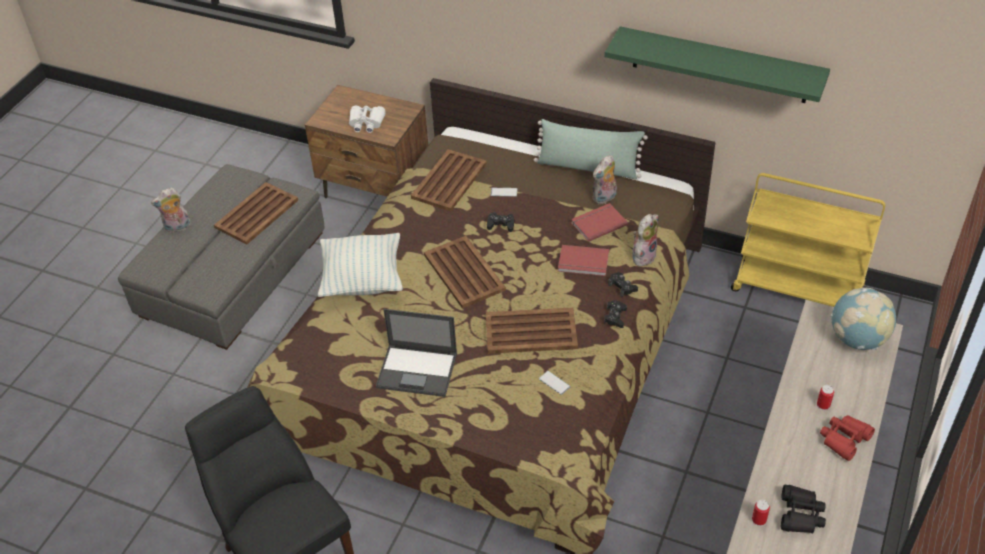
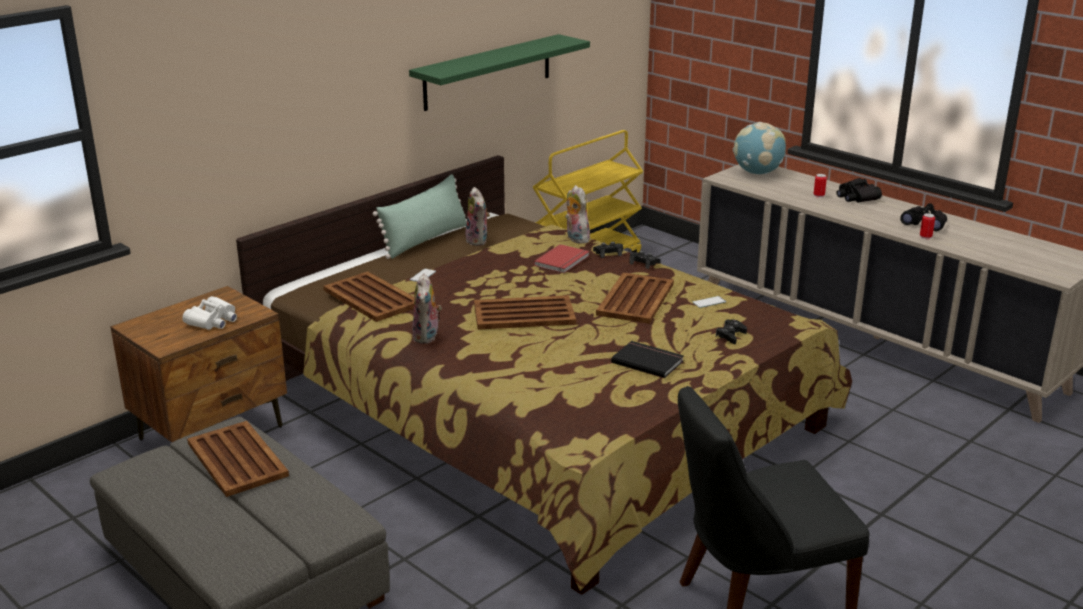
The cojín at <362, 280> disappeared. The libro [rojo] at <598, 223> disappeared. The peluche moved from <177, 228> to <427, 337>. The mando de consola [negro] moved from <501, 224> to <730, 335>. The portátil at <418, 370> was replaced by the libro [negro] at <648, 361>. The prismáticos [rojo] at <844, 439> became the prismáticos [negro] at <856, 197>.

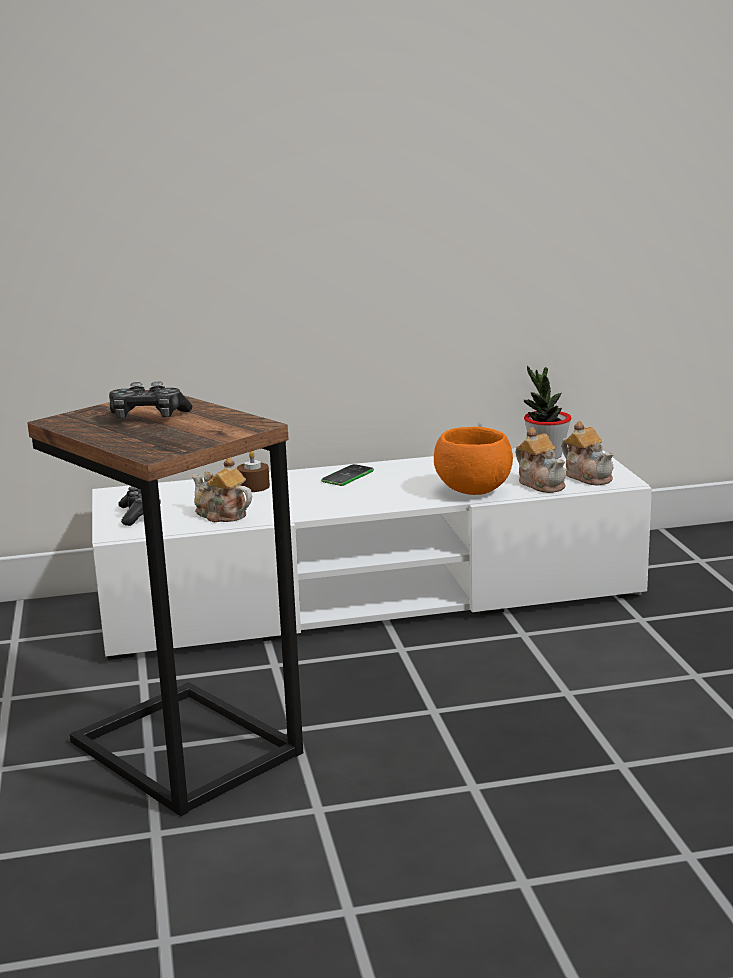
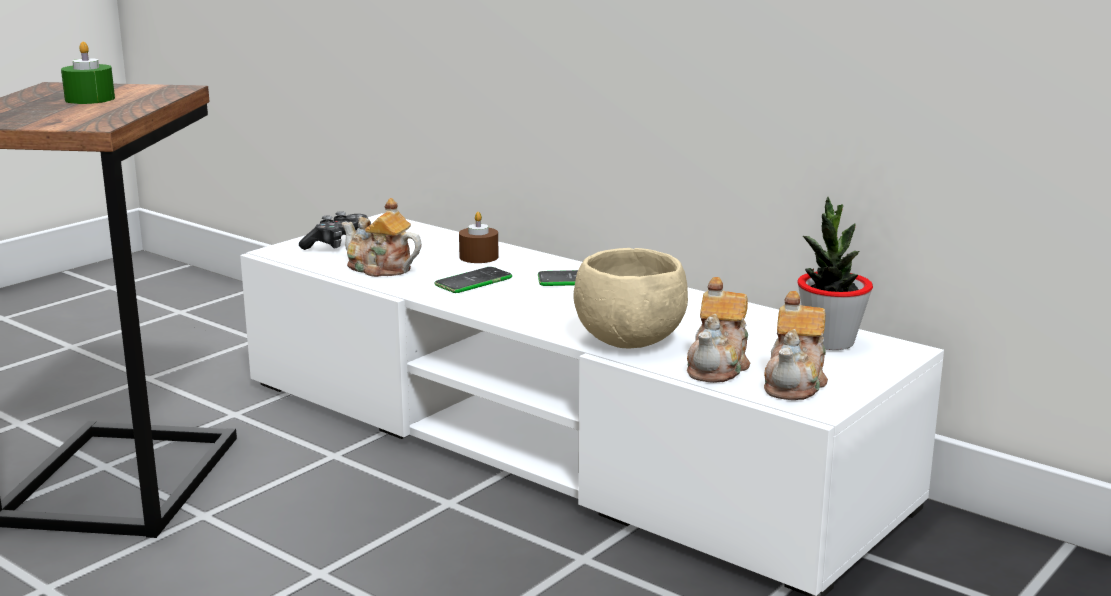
The móvil at <473, 281> appeared. The mando de consola at <148, 417> was replaced by the vela [verde] at <90, 99>. The cuenco [naranja] at <474, 491> became the cuenco [beis] at <630, 342>. The tetera at <221, 515> turned 60 degrees counterclockwise.

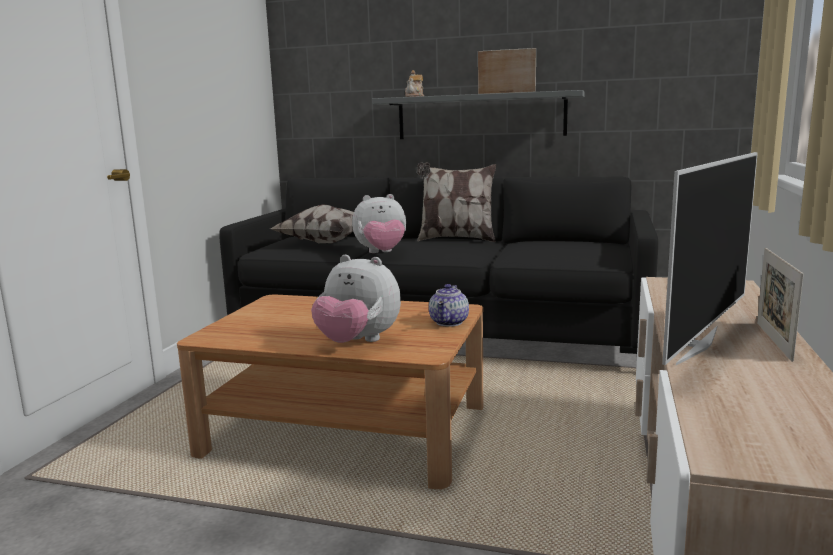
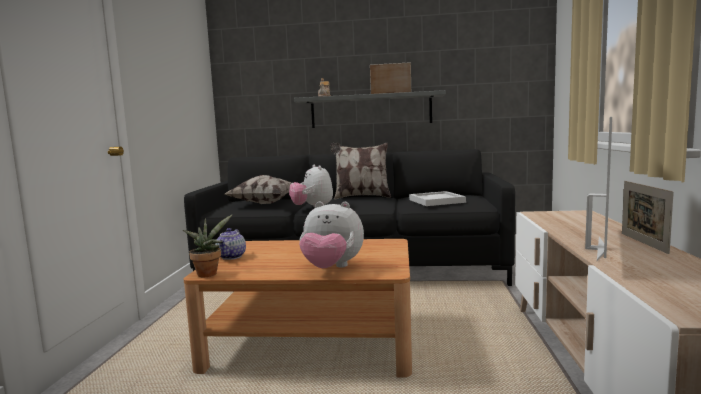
The planta en maceta at <208, 273> appeared. The bandeja [blanco] at <437, 201> appeared. The tetera moved from <450, 322> to <232, 257>. The peluche at <381, 253> turned 90 degrees clockwise.

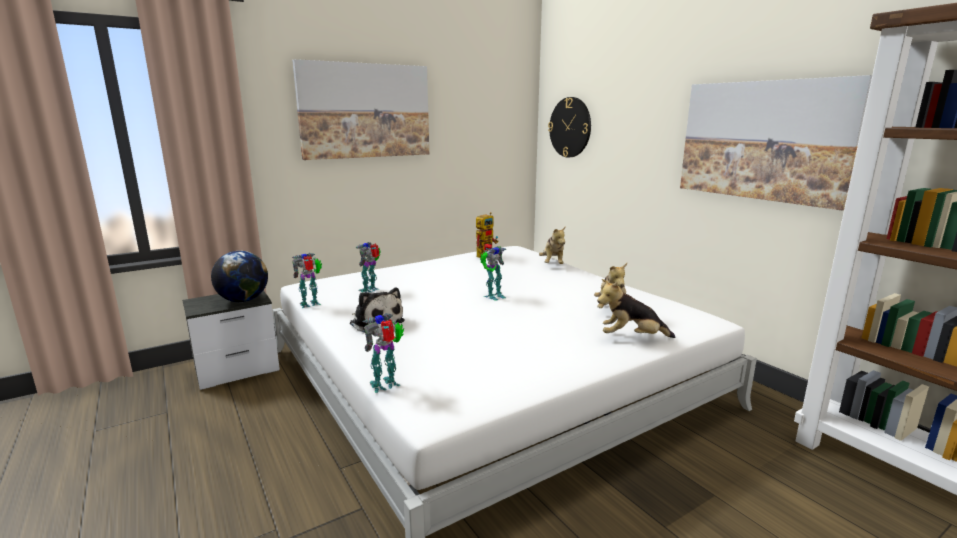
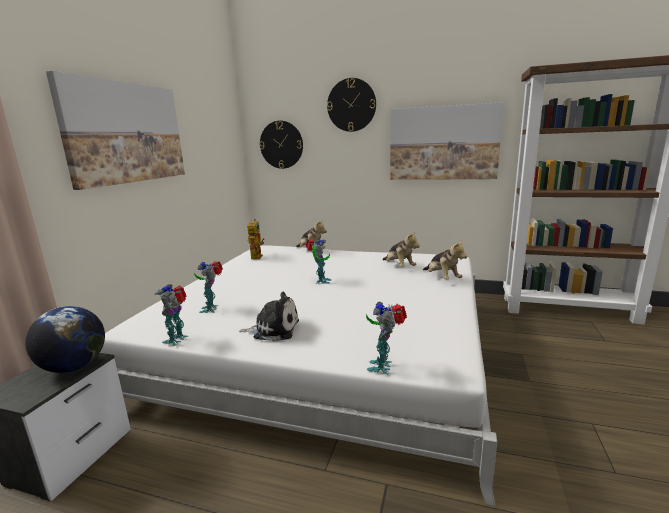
The reloj de pared at <351, 105> appeared. The peluche at <631, 337> turned 75 degrees counterclockwise.

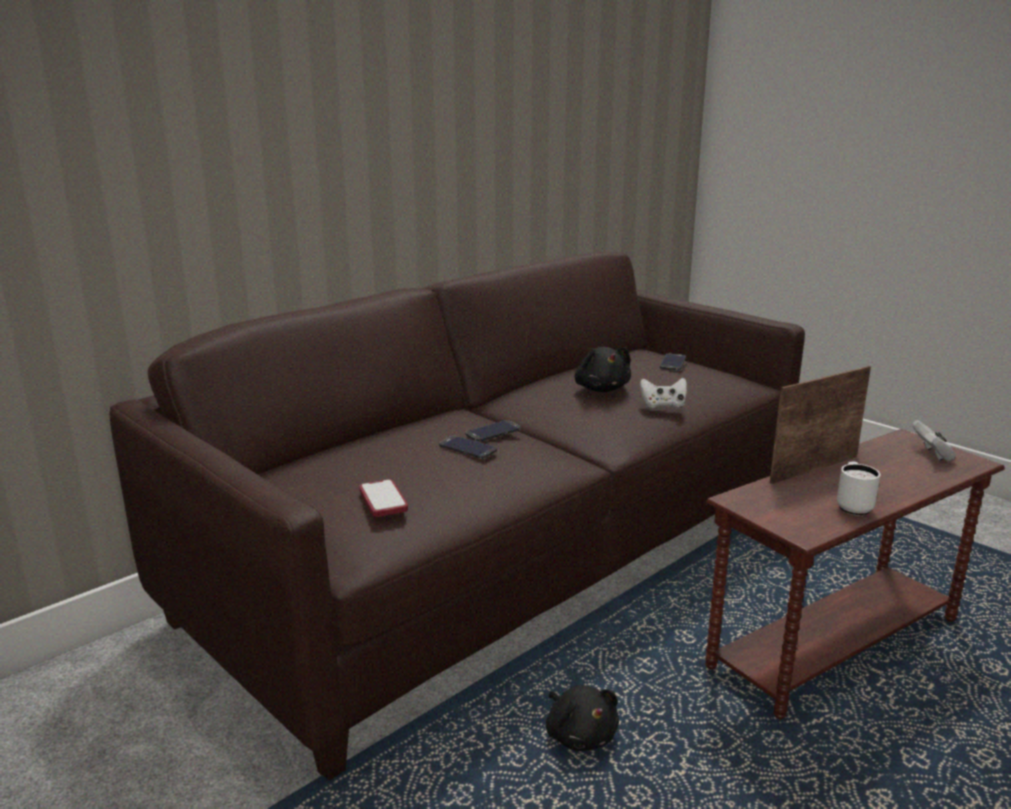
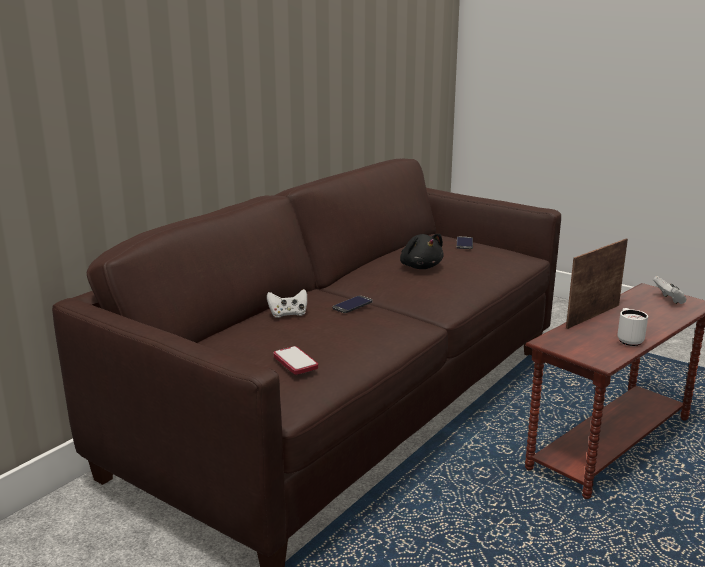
The móvil at <467, 448> disappeared. The peluche [negro] at <580, 735> disappeared. The mando de consola [blanco] moved from <663, 405> to <288, 314>.

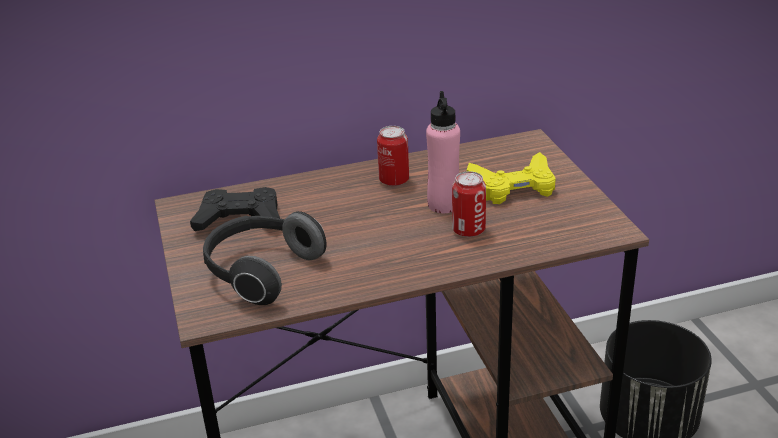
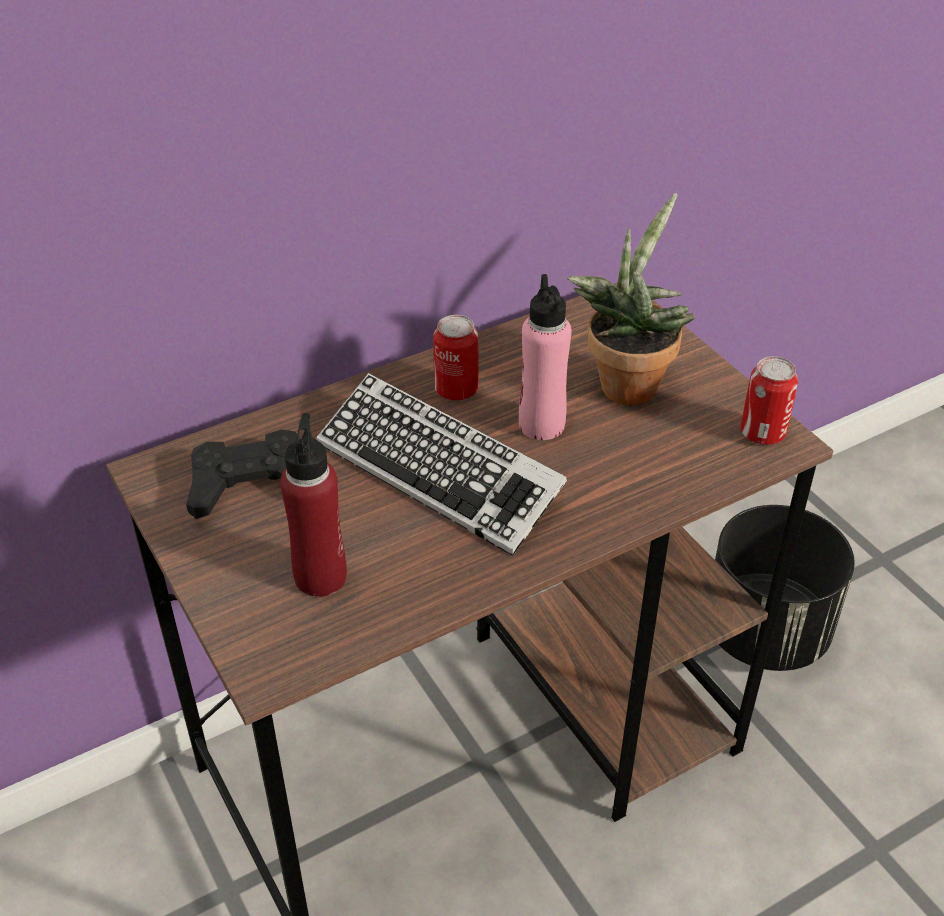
The teclado at <438, 473> appeared. The lata moved from <468, 230> to <762, 433>. The auriculares at <261, 272> was replaced by the botella [rojo] at <320, 577>. The mando de consola [amarillo] at <513, 186> was replaced by the planta en maceta at <626, 382>.

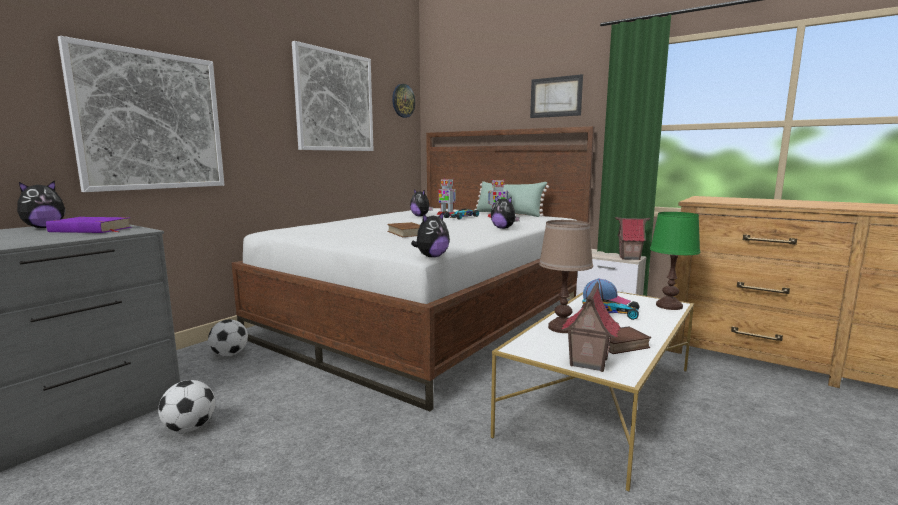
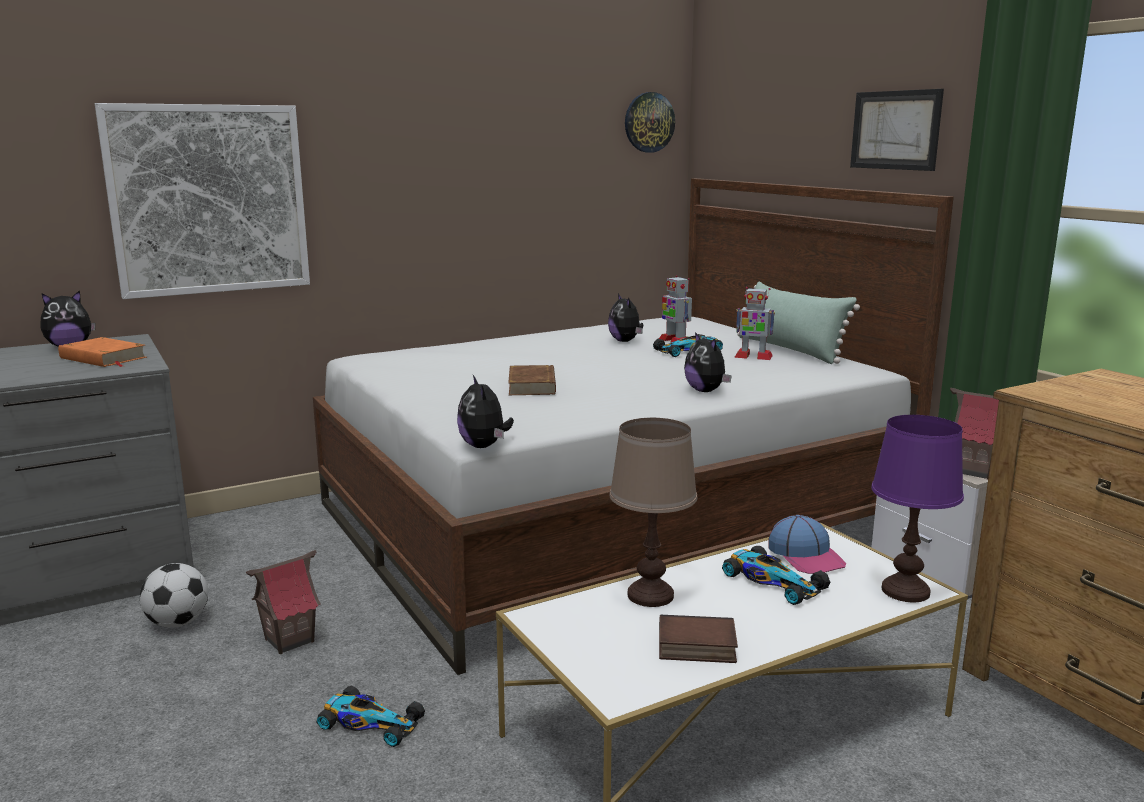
The balón de fútbol at <230, 354> disappeared. The cuadro at <335, 101> disappeared. The coche de juguete at <369, 722> appeared. The casita moved from <588, 362> to <289, 640>. The libro [morado] at <91, 230> became the libro [naranja] at <103, 358>. The lámpara de mesa [verde] at <669, 306> became the lámpara de mesa [morado] at <906, 591>. The peluche at <431, 256> turned 90 degrees clockwise.

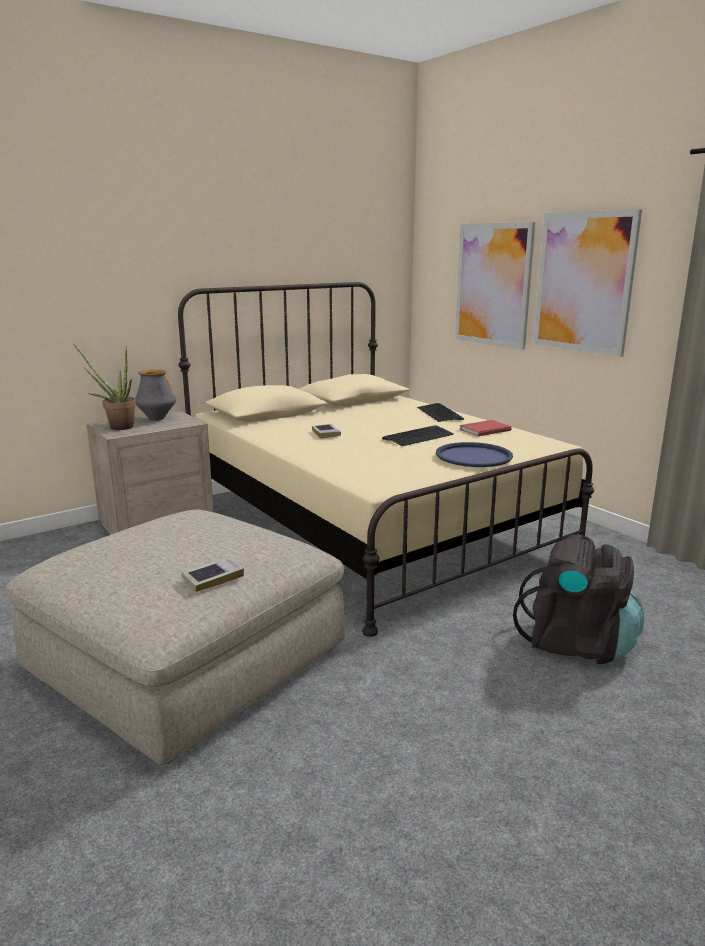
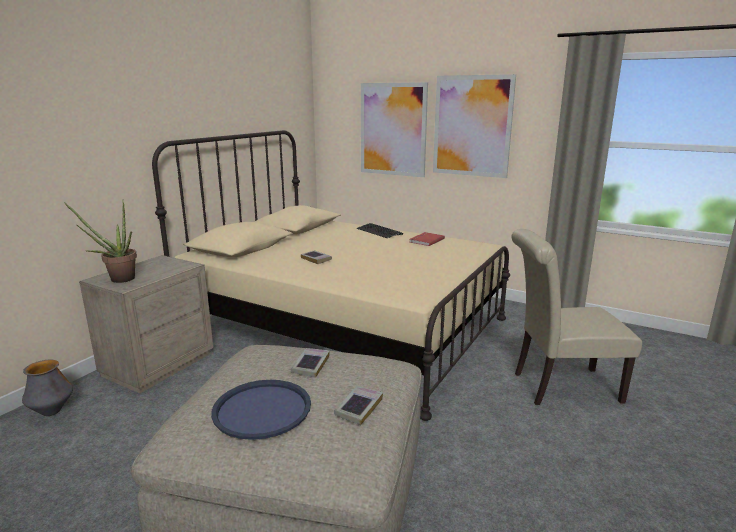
The teclado at <418, 437> disappeared. The libro at <310, 365> appeared. The florero moved from <157, 419> to <52, 411>. The bandeja [azul] moved from <473, 456> to <262, 409>. The mochila [negro] at <576, 643> was replaced by the silla [beis] at <559, 387>.

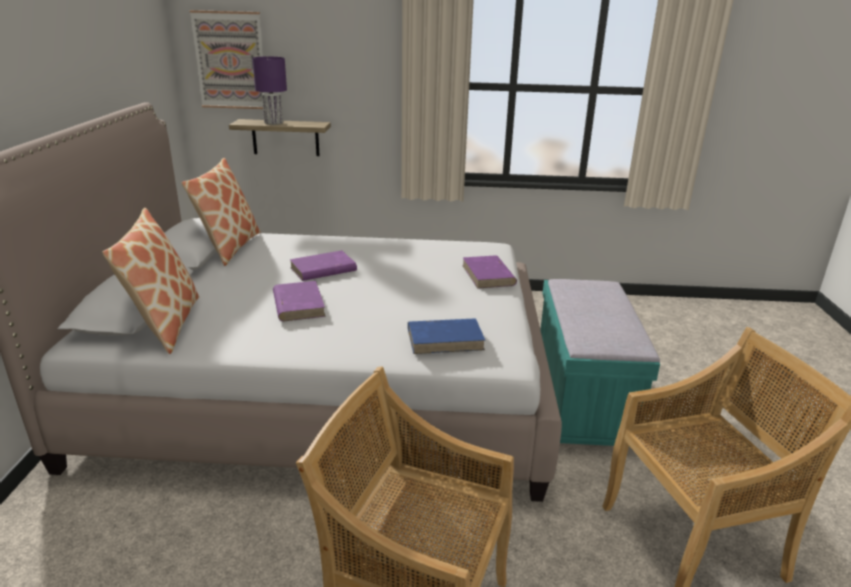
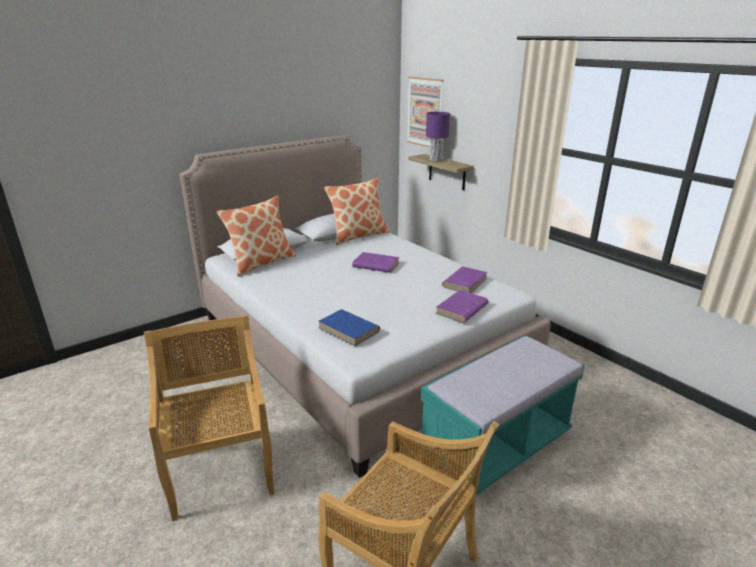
The libro [morado] moved from <298, 304> to <465, 282>.

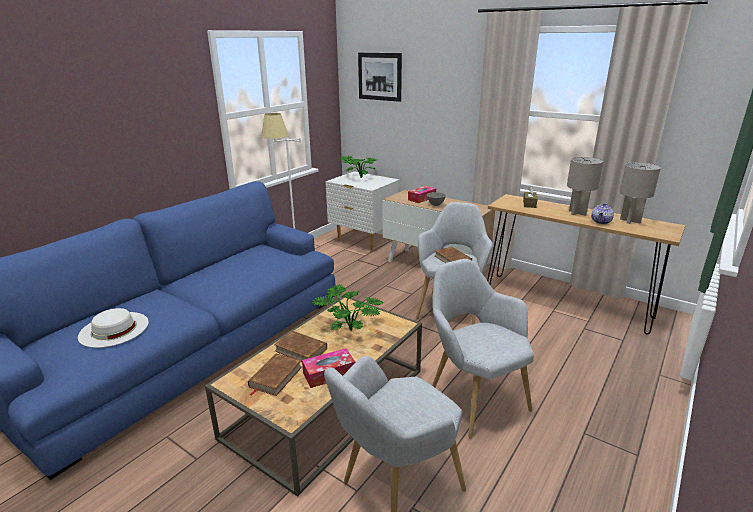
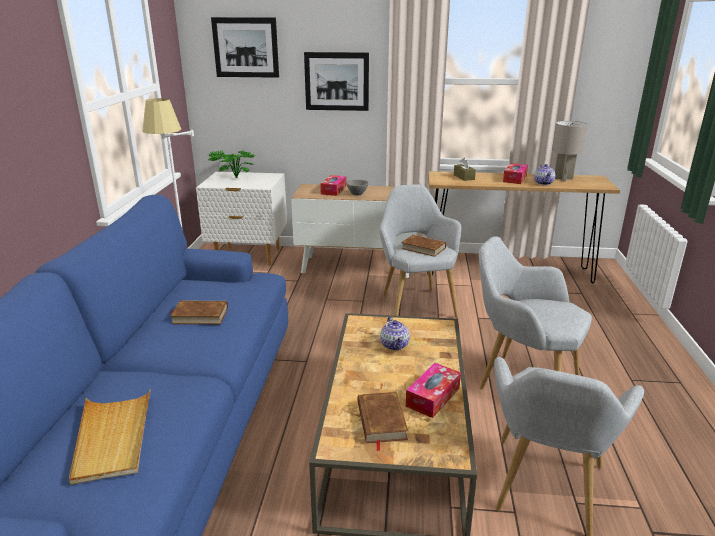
The cuadro at <336, 81> appeared. The libro [marrón] moved from <301, 349> to <200, 315>. The sombrero [blanco] at <114, 329> was replaced by the bandeja [beis] at <113, 438>. The planta en maceta at <349, 328> was replaced by the tetera at <394, 345>. The lámpara de mesa [gris] at <577, 213> was replaced by the caja de pañuelos at <514, 179>.

